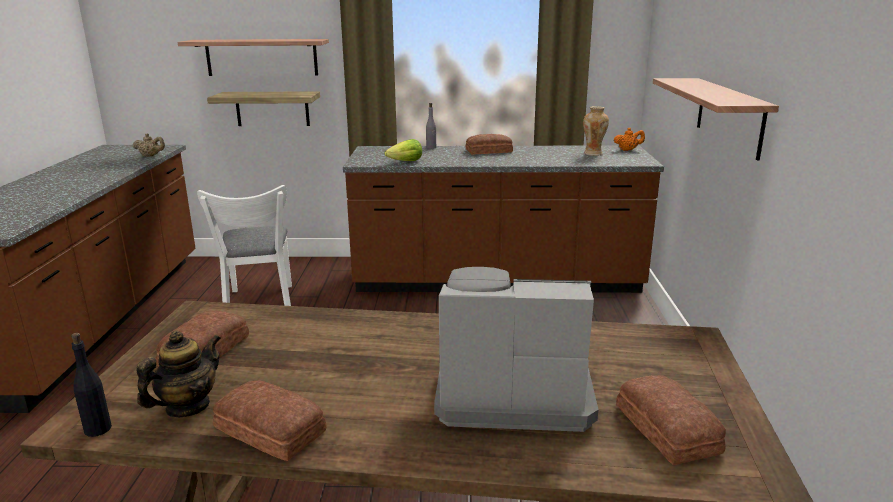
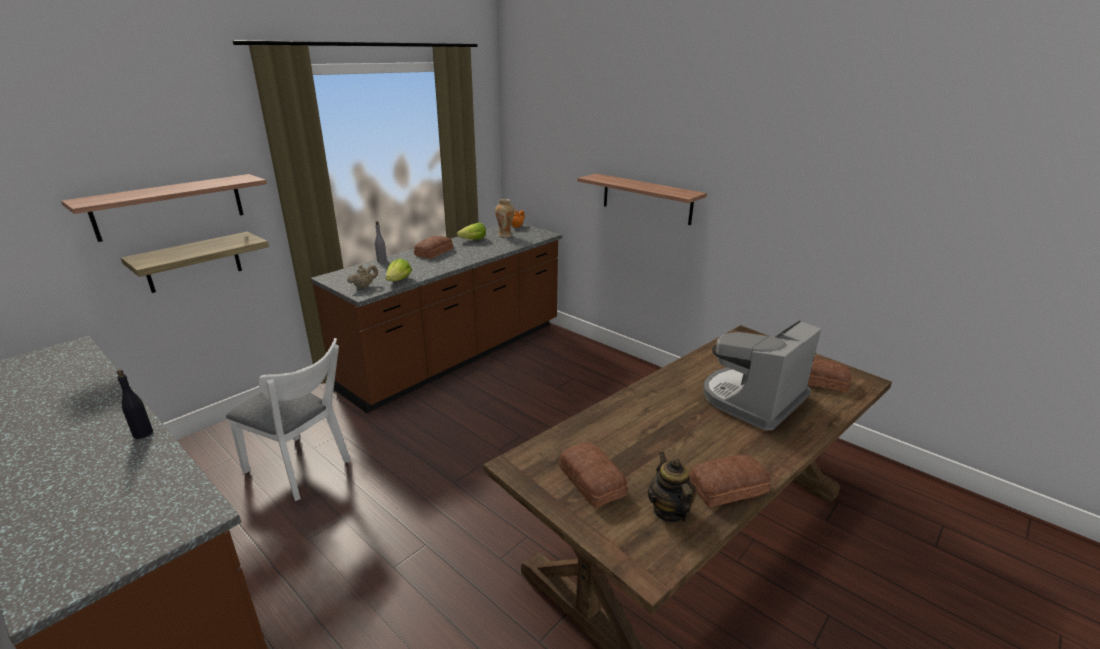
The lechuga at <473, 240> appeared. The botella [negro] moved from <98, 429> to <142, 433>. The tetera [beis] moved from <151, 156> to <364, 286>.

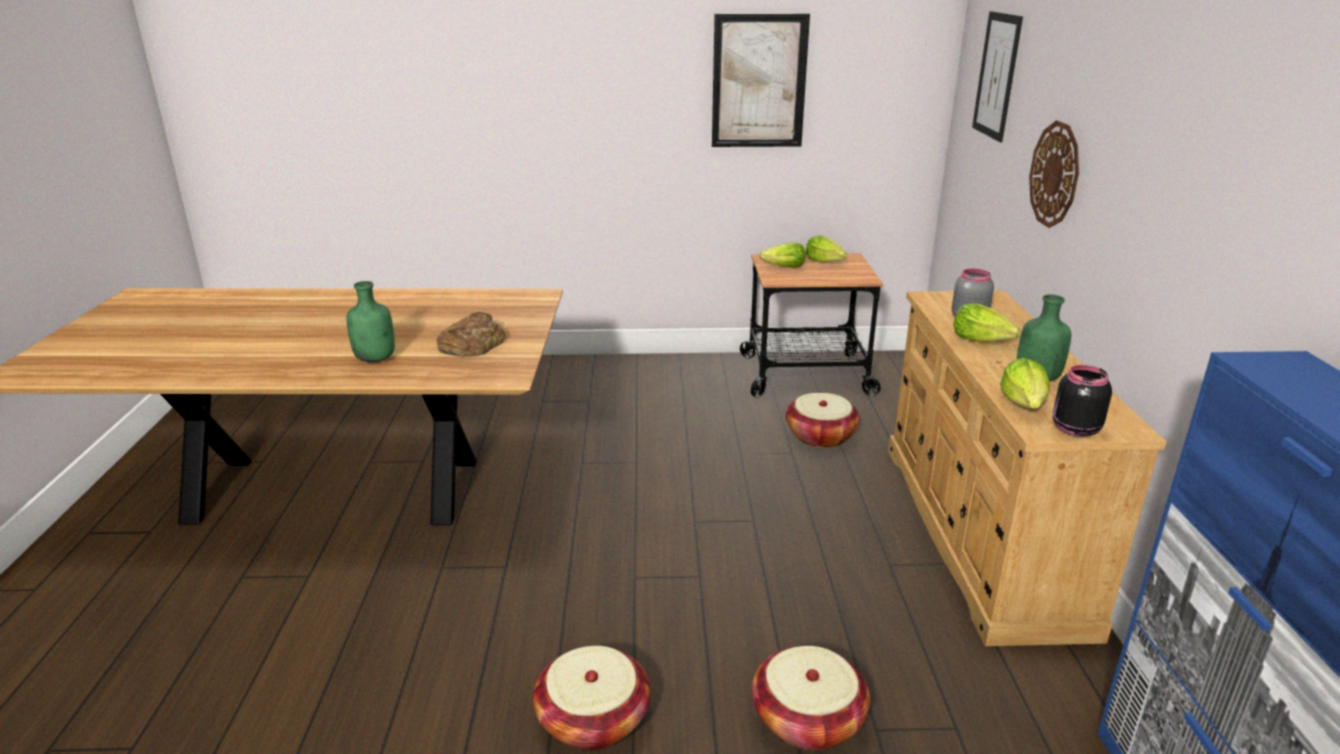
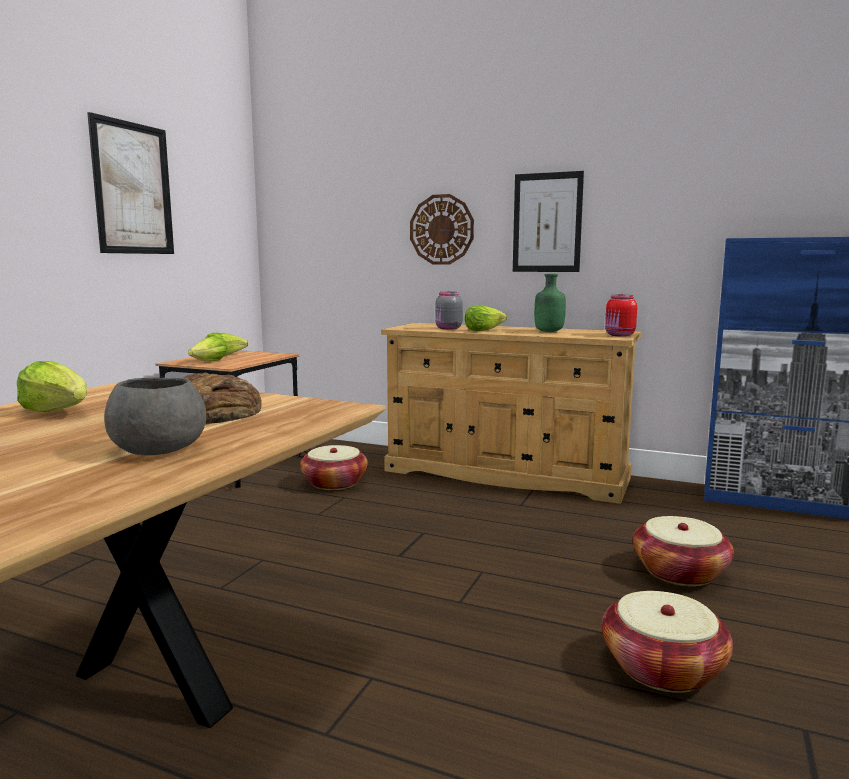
The cuadro moved from <997, 76> to <547, 223>. The lechuga moved from <1024, 403> to <58, 412>. The botella [verde] at <376, 358> was replaced by the cuenco [gris] at <157, 449>. The tarro [negro] at <1073, 429> became the tarro [rojo] at <619, 335>.

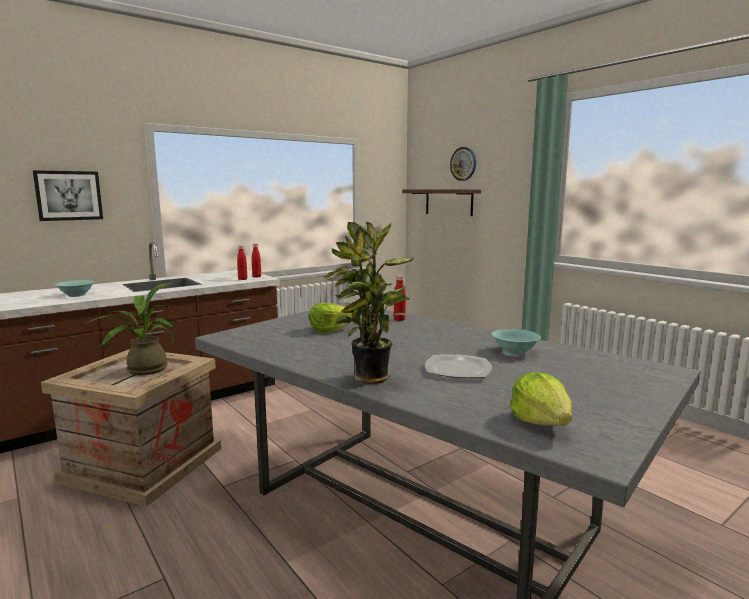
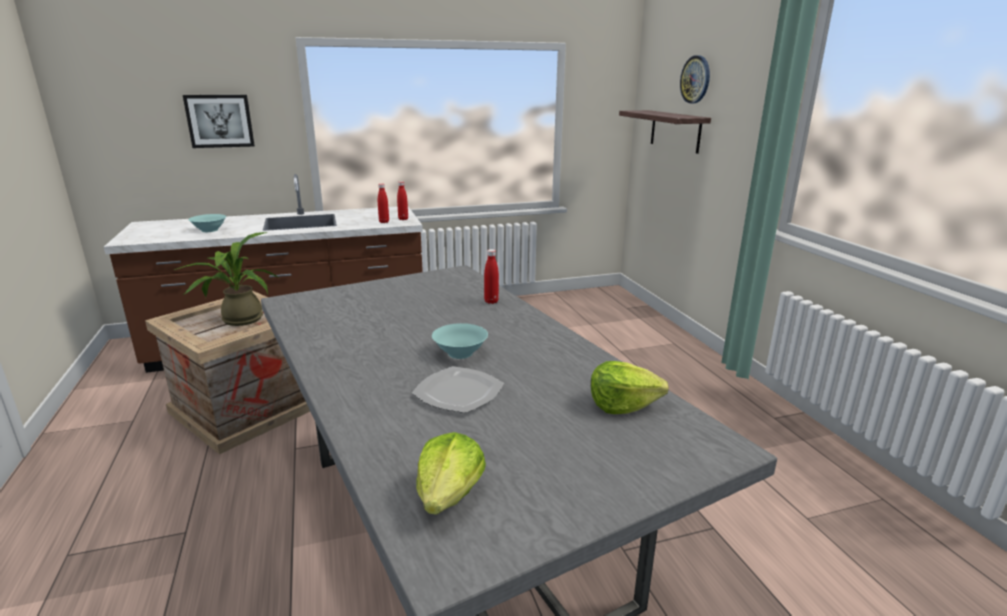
The planta en maceta at <370, 379> disappeared. The lechuga moved from <330, 330> to <622, 405>. The cuenco [turquesa] moved from <515, 352> to <460, 353>.

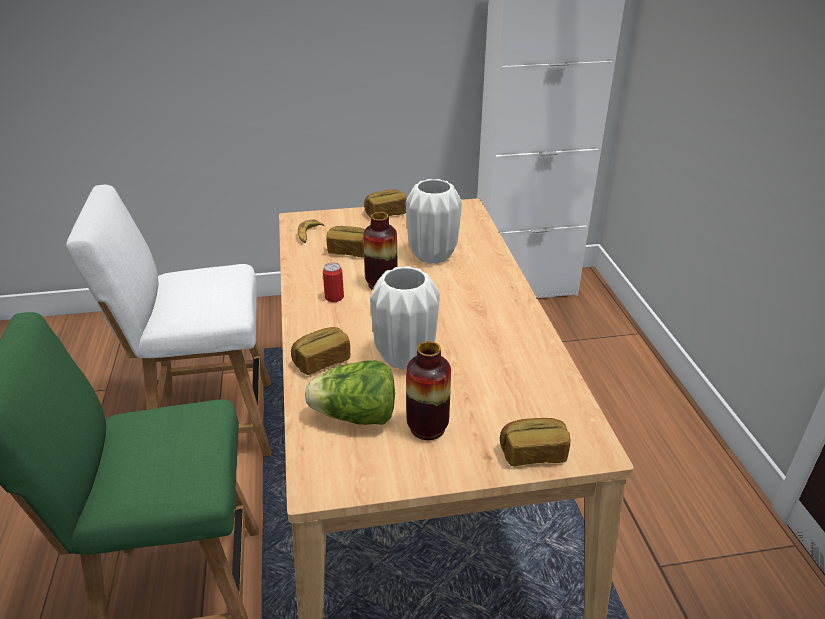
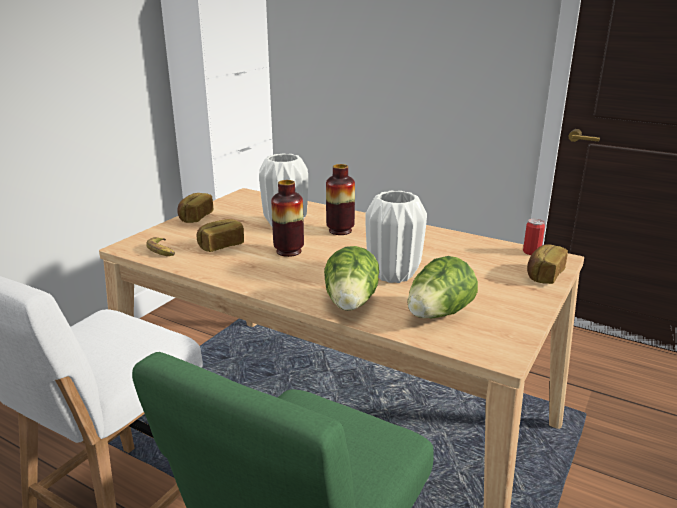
The lata moved from <334, 297> to <531, 252>. The florero moved from <427, 427> to <340, 230>. The pan at <321, 361> was replaced by the lechuga at <351, 304>.

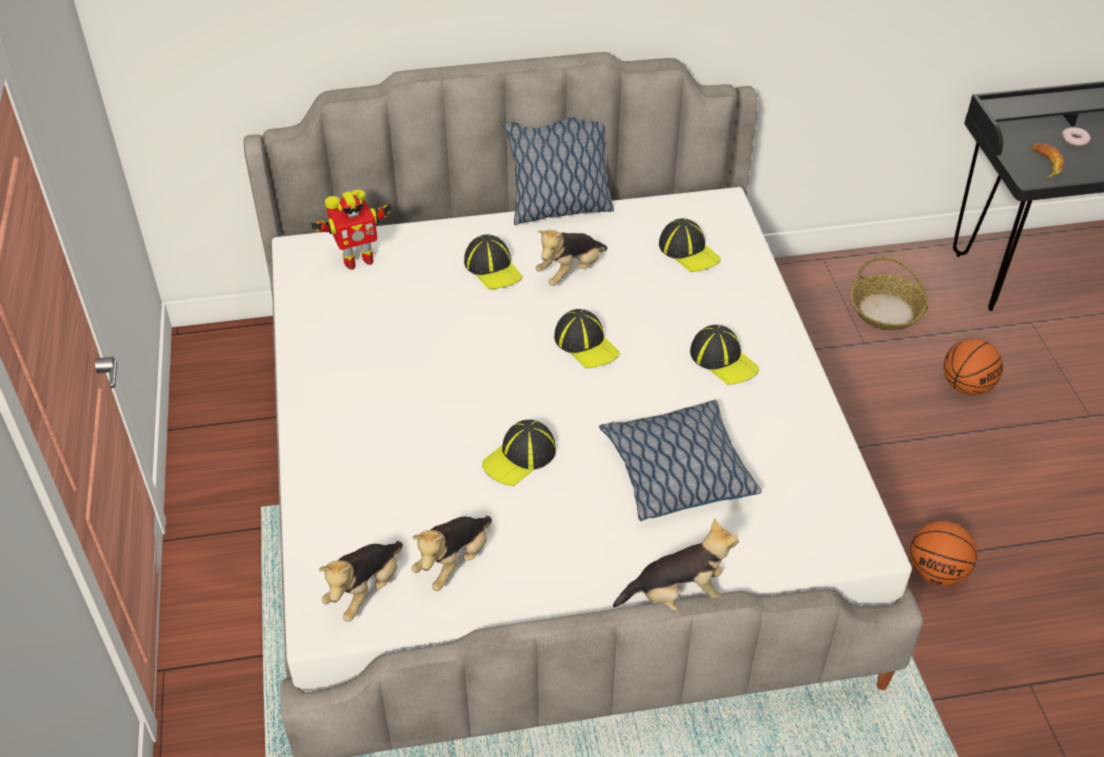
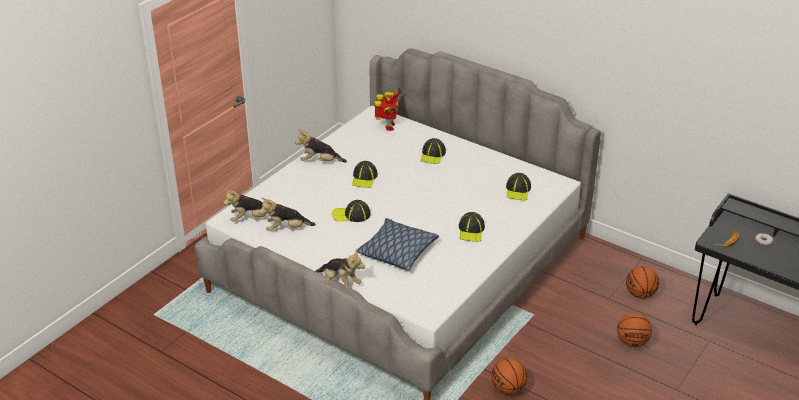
The cojín at <559, 209> disappeared. The peluche moved from <570, 272> to <320, 162>. The gorra moved from <586, 344> to <364, 178>. The cesta at <886, 311> was replaced by the balón de baloncesto at <640, 294>. The robot de juguete at <357, 260> turned 105 degrees counterclockwise.

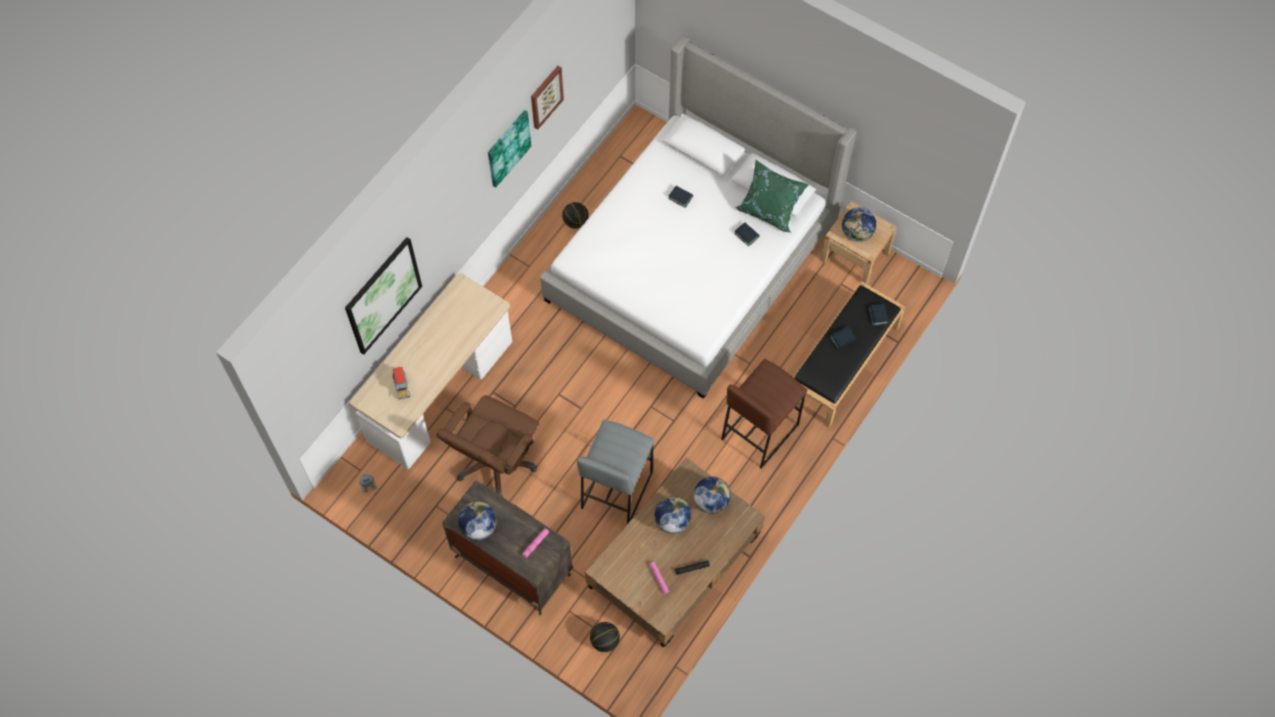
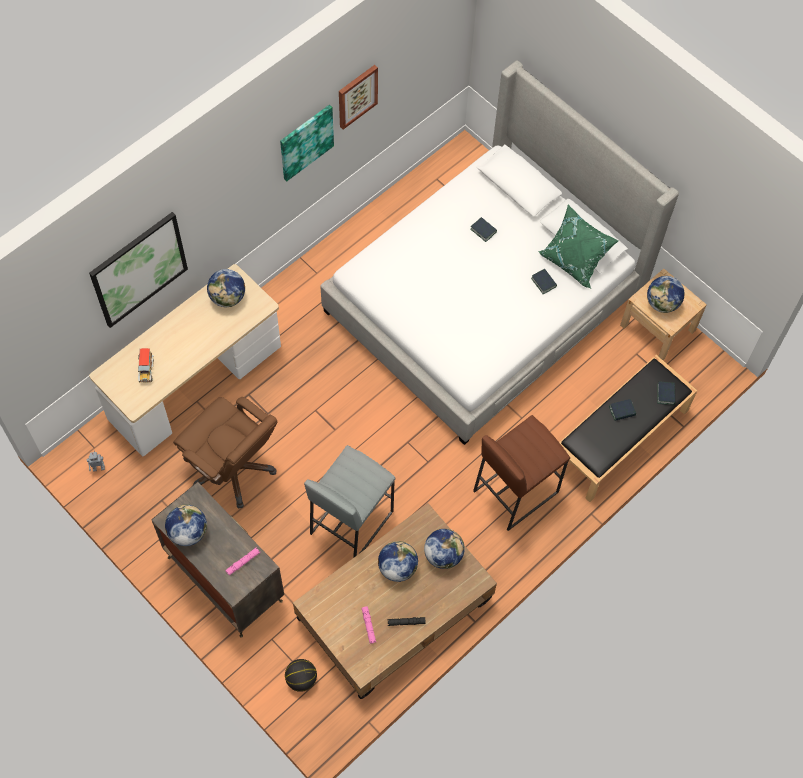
The balón de baloncesto at <575, 222> disappeared. The globo terráqueo at <228, 297> appeared. The silla de oficina [marrón] at <496, 464> turned 90 degrees counterclockwise.

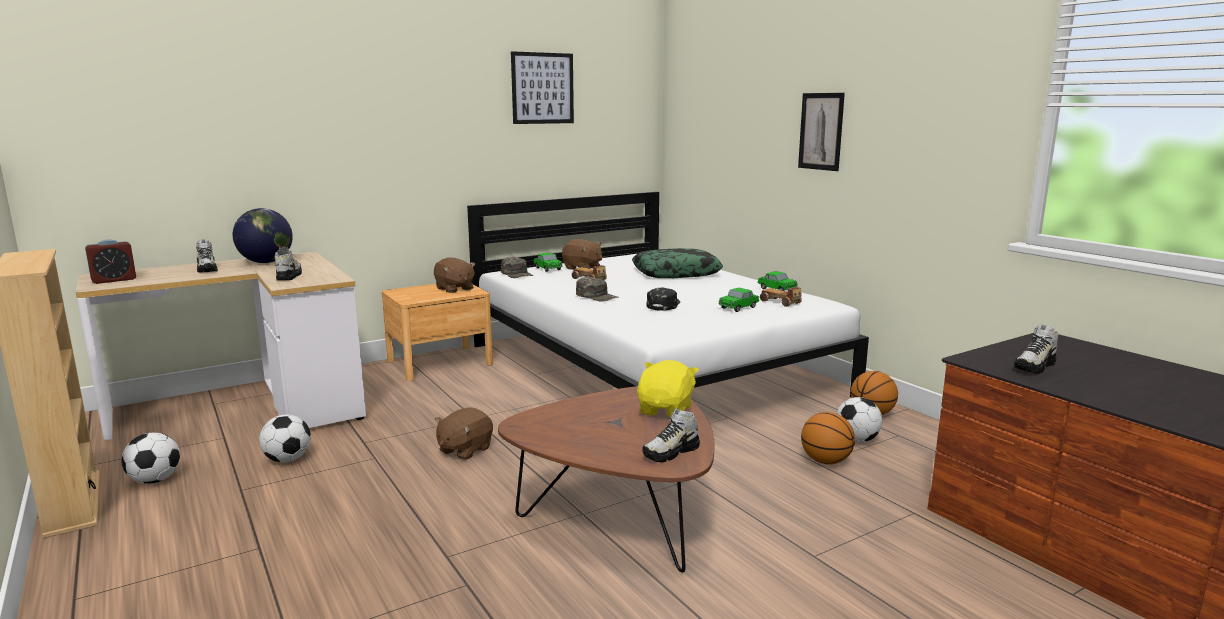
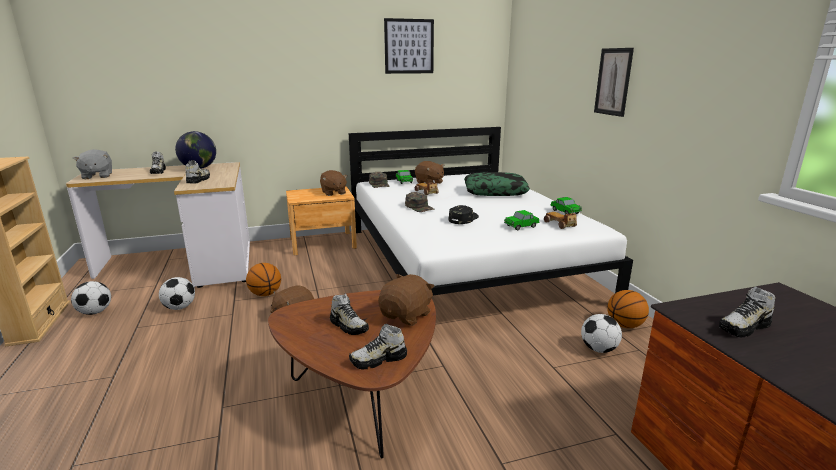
The zapato at <349, 326> appeared. The balón de baloncesto moved from <825, 461> to <265, 294>. The despertador at <114, 280> was replaced by the peluche [gris] at <97, 176>. The peluche [amarillo] at <666, 410> became the peluche [marrón] at <406, 315>.

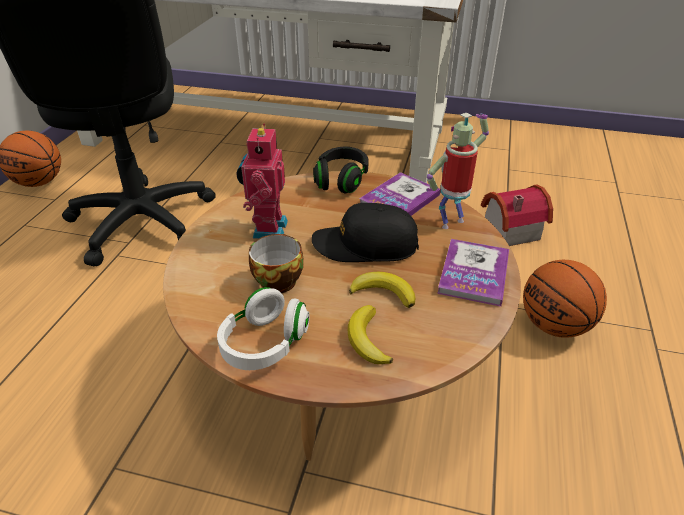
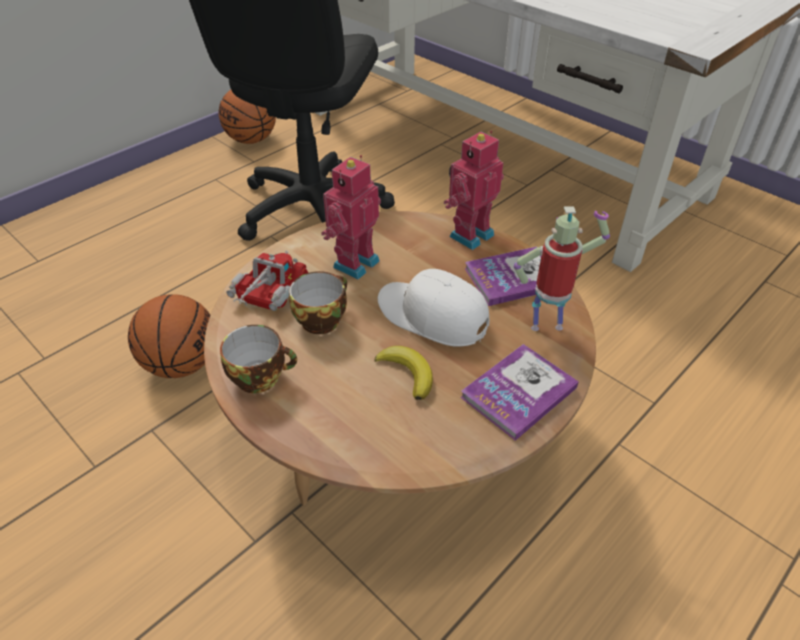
The plátano at <367, 339> disappeared. The casita at <508, 229> disappeared. The camión de juguete at <267, 295> appeared. The balón de baloncesto moved from <554, 325> to <182, 364>. The auriculares [blanco] at <264, 344> was replaced by the taza at <261, 376>. The auriculares [negro] at <341, 180> was replaced by the robot de juguete at <469, 234>. The gorra [negro] at <365, 245> became the gorra [blanco] at <432, 316>.

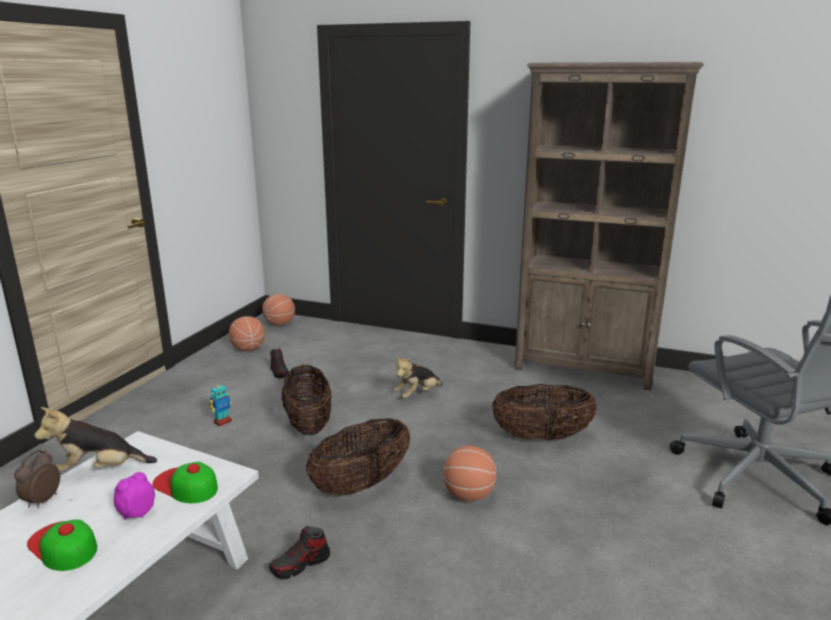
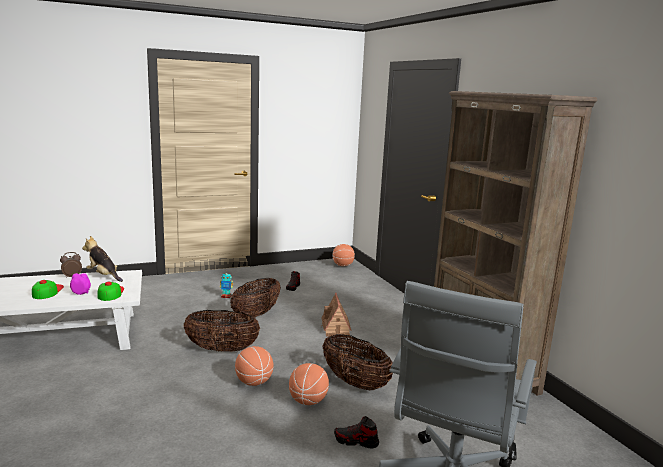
The balón de baloncesto moved from <248, 349> to <308, 401>. The zapato moved from <301, 564> to <356, 441>. The peluche at <417, 394> was replaced by the casita at <336, 328>.

